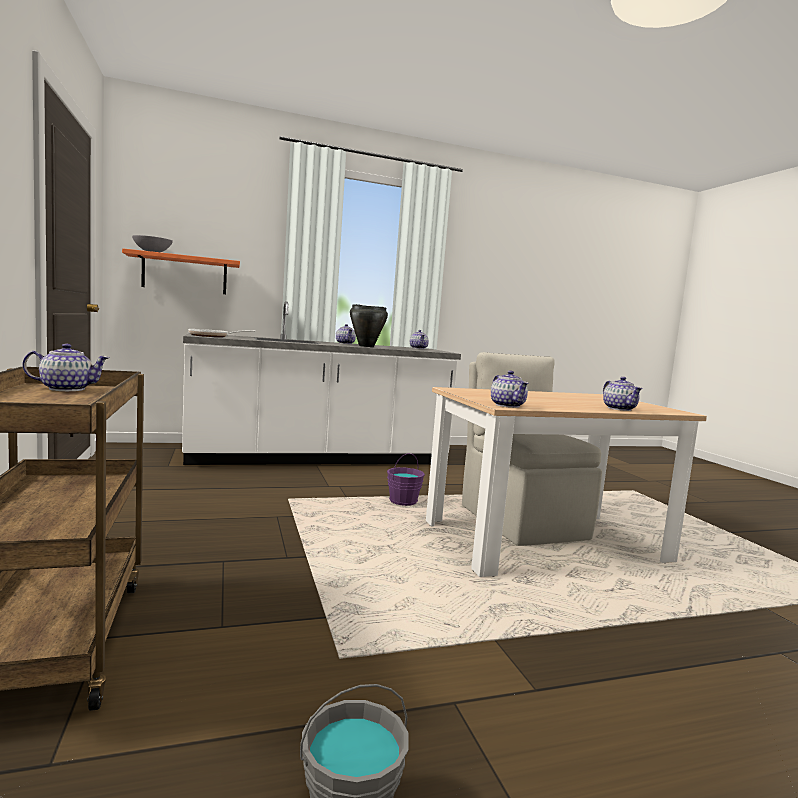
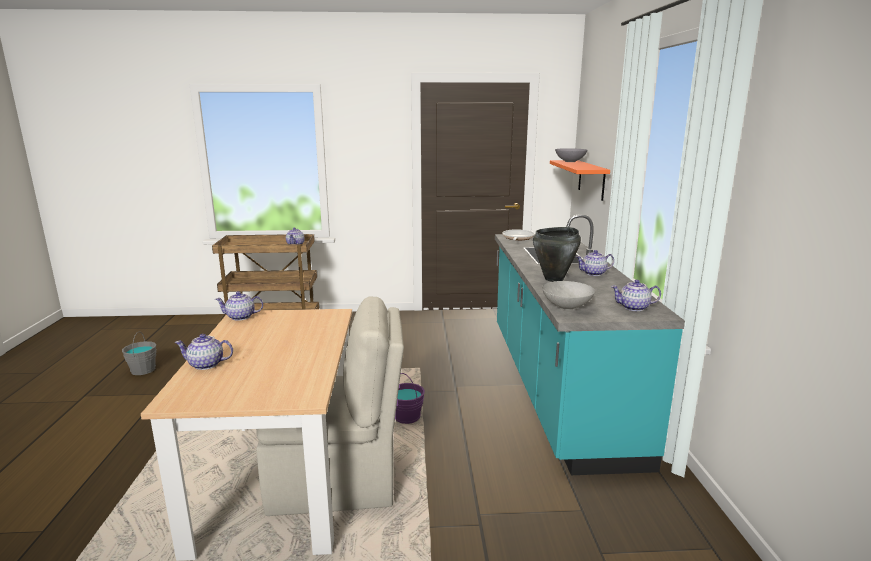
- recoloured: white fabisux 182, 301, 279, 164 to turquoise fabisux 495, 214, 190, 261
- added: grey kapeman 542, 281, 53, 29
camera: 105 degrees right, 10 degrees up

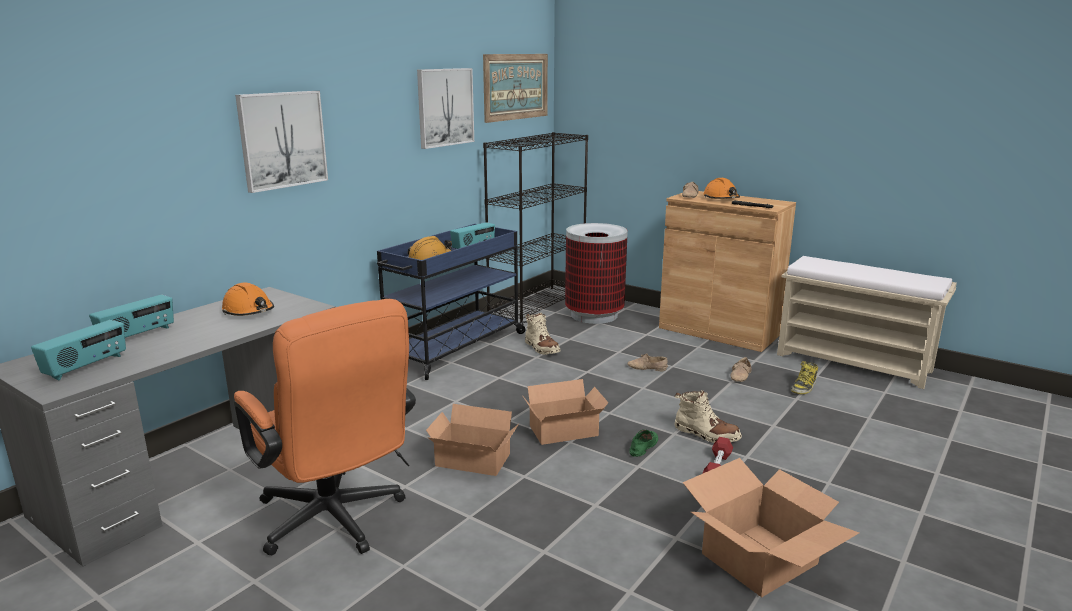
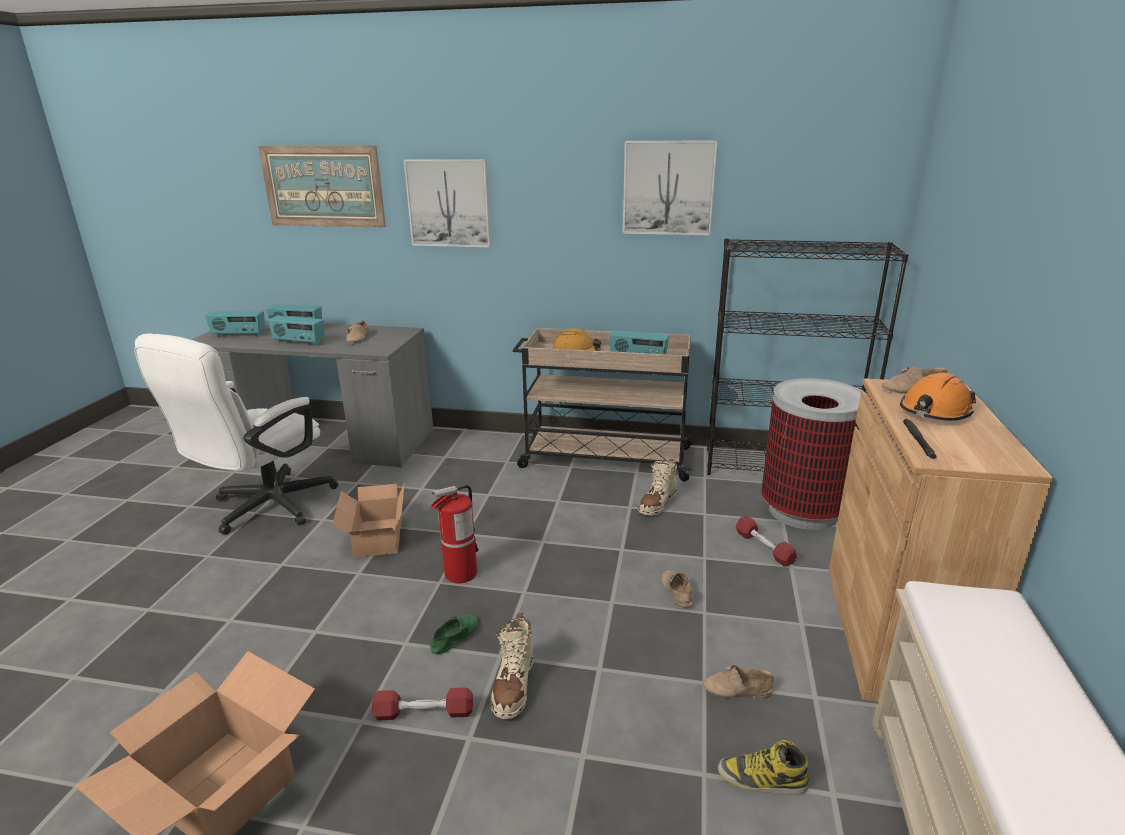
- recoloured: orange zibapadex 234, 299, 182, 256 to white zibapadex 134, 333, 204, 201
- moved: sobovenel 483, 54, 65, 69 to 258, 146, 128, 81
- added: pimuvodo 268, 316, 57, 30
- replaced: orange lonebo 222, 282, 52, 34 to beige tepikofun 346, 320, 25, 23
- turned: green tepikofun 629, 430, 29, 27 = 430, 614, 48, 40 60 degrees counterclockwise
- replaced: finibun 524, 379, 85, 66 to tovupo 431, 485, 48, 98
- recoloured: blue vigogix 377, 224, 150, 156 to beige vigogix 513, 328, 180, 154
- added: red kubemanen 735, 516, 62, 51
camera: 65 degrees right, 5 degrees up

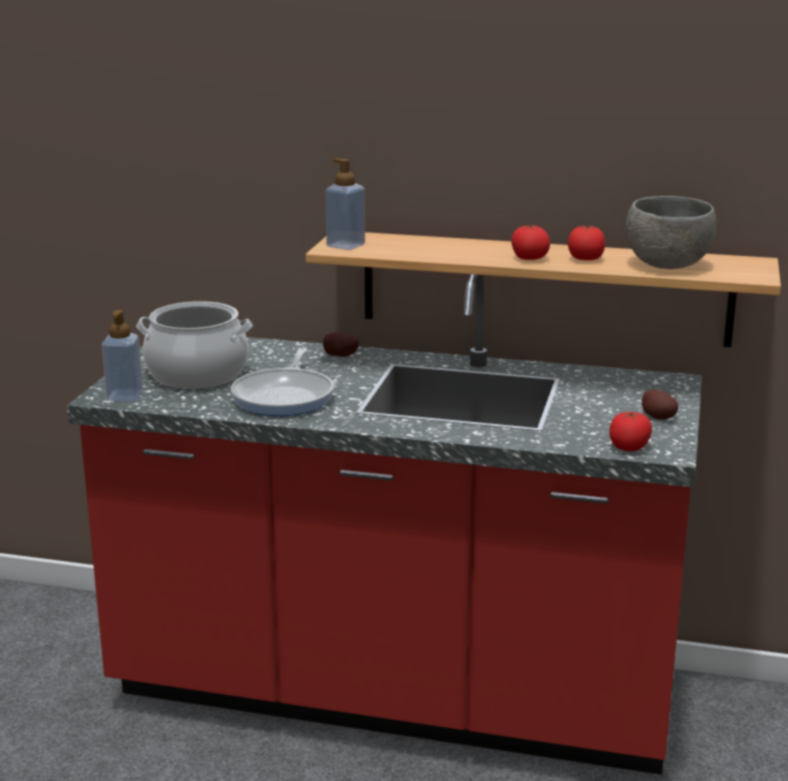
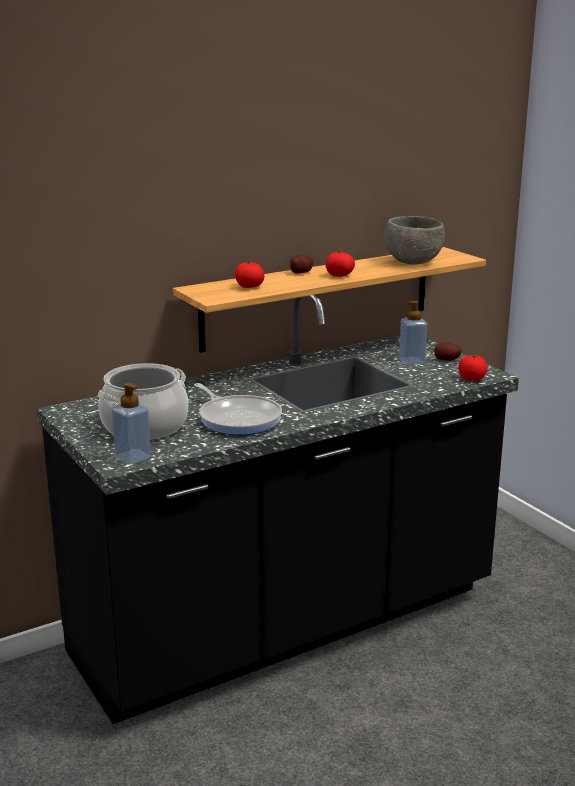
- recoloured: red fabisux 67, 274, 635, 501 to black fabisux 37, 295, 482, 429
- moved: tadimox 568, 225, 37, 35 to 235, 262, 29, 26
- moved: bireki 323, 332, 36, 25 to 290, 254, 23, 20
- moved: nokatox 325, 158, 40, 92 to 399, 301, 28, 64
camera: 45 degrees left, 0 degrees up

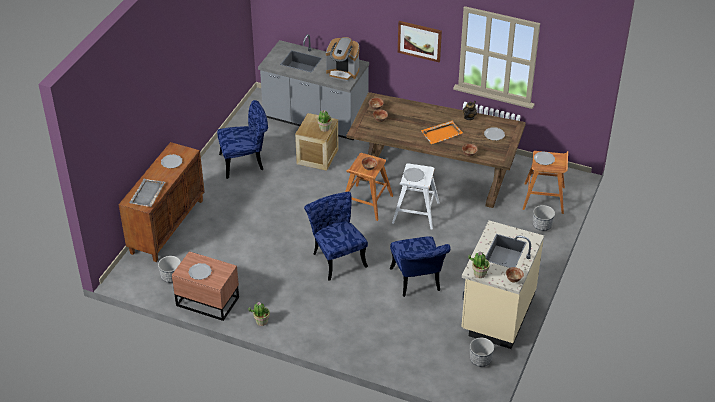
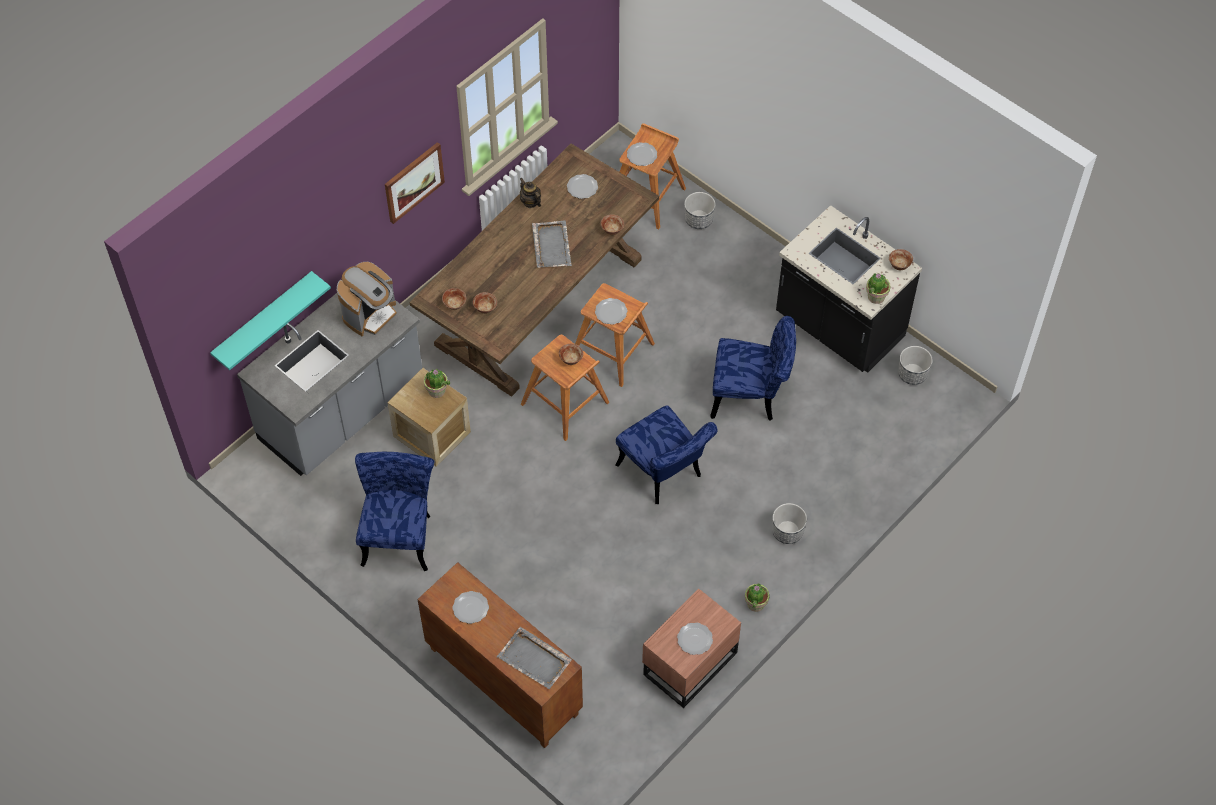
- added: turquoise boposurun 210, 271, 121, 99
- recoloured: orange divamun 421, 121, 42, 23 to grey divamun 532, 220, 40, 48
- recoloured: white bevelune 392, 164, 48, 66 to brown bevelune 575, 283, 80, 104
- turned: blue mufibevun 304, 192, 64, 89 = 615, 405, 103, 99 120 degrees counterclockwise
- moved: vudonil 158, 256, 23, 27 to 772, 503, 35, 41
- recoloured: beige fabisux 461, 220, 83, 129 to black fabisux 776, 205, 146, 168
camera: 70 degrees left, 15 degrees up

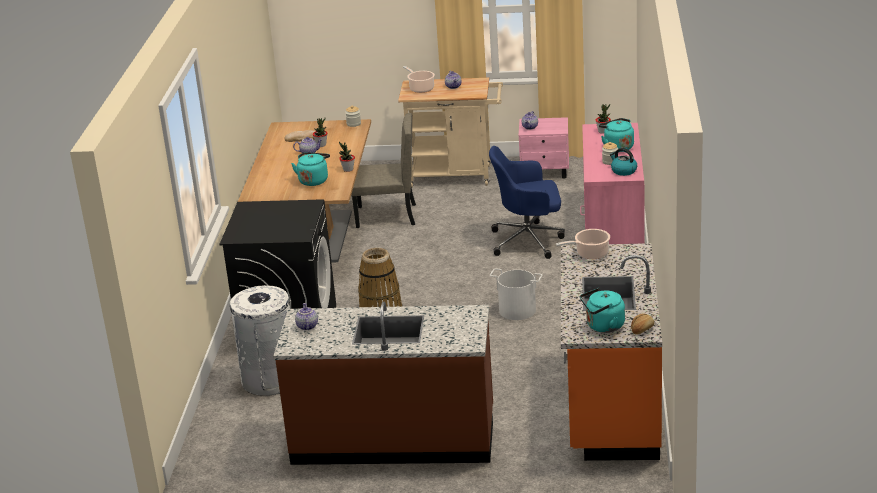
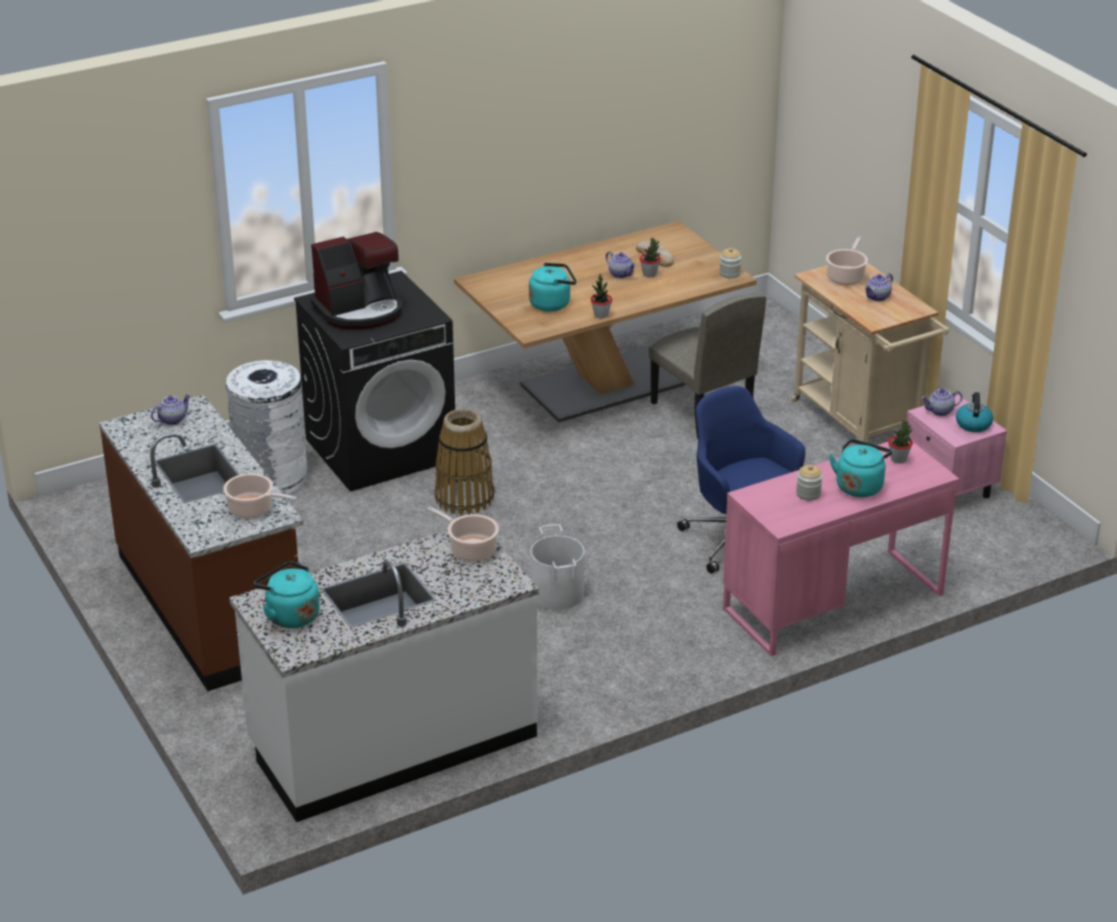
- added: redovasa 223, 473, 74, 46
- recoloured: orange fabisux 561, 243, 101, 218 to white fabisux 229, 530, 310, 292
- added: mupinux 311, 232, 91, 97
- moved: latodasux 610, 148, 27, 28 to 956, 392, 37, 40
- removed: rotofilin 631, 313, 23, 22
camera: 55 degrees right, 5 degrees up

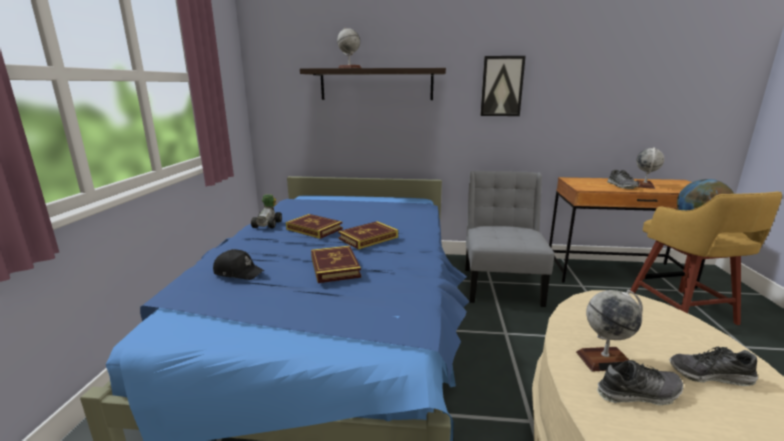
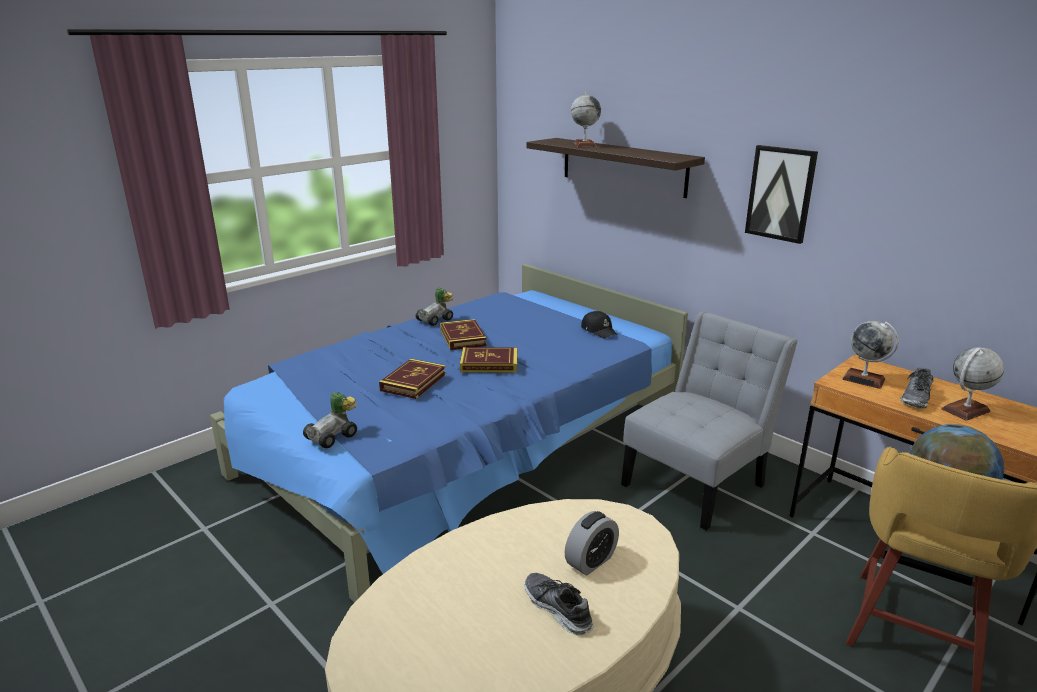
- added: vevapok 303, 392, 55, 56
- added: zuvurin 565, 511, 54, 64
- moved: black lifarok 213, 249, 52, 31 to 581, 311, 36, 27
- moved: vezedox 576, 290, 67, 82 to 842, 321, 57, 68
- removed: tepikofun 597, 360, 86, 45
camera: 40 degrees right, 5 degrees up

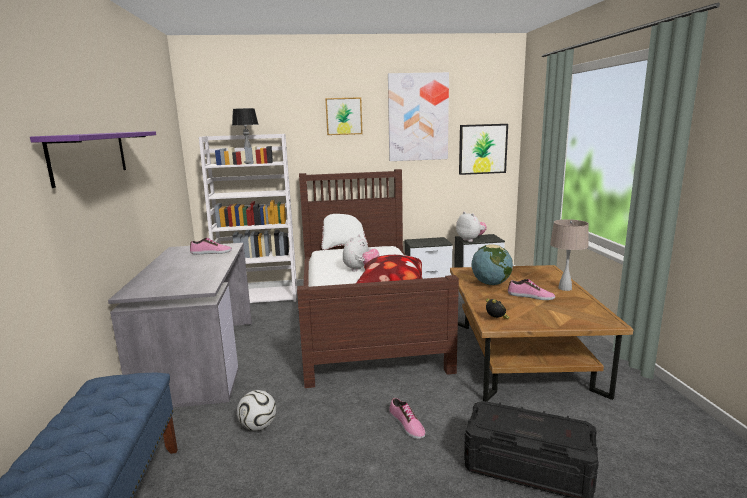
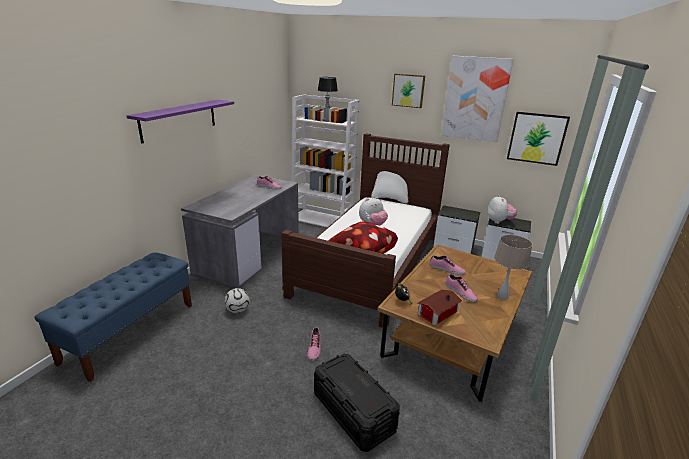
- added: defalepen 418, 289, 44, 36
- replaced: vezedox 472, 244, 41, 41 to tepikofun 430, 255, 36, 20
camera: 30 degrees right, 10 degrees up

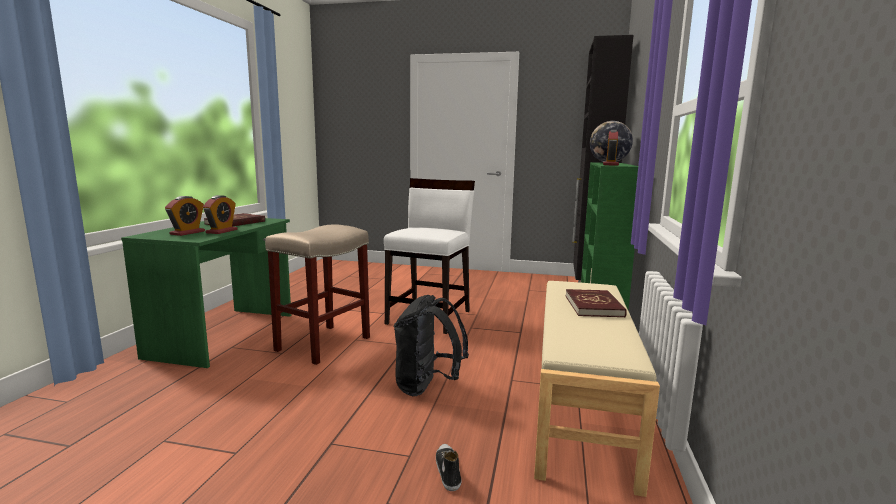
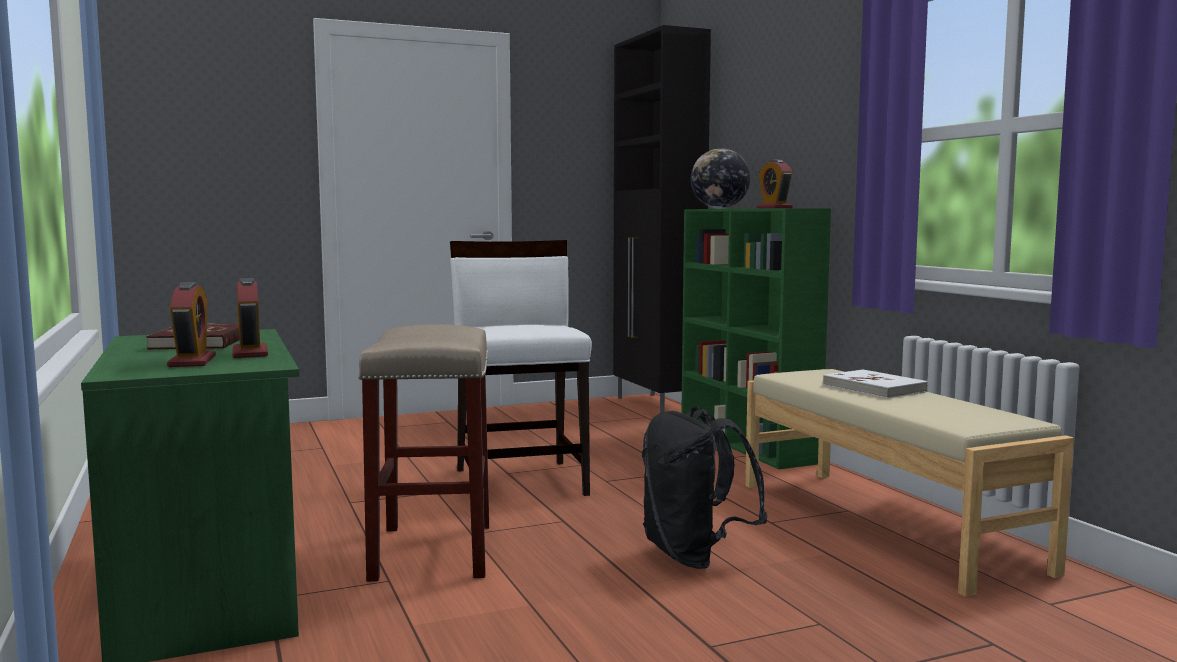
- recoloured: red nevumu 566, 289, 61, 28 to white nevumu 823, 369, 105, 29
- removed: tepikofun 436, 444, 26, 47
camera: 35 degrees left, 5 degrees down

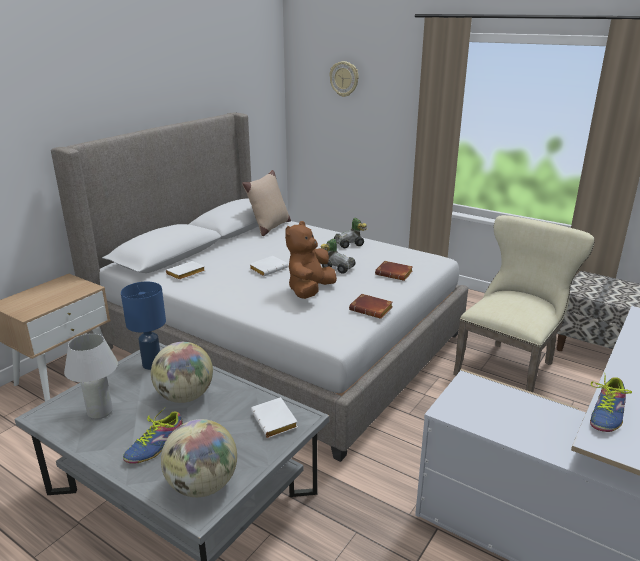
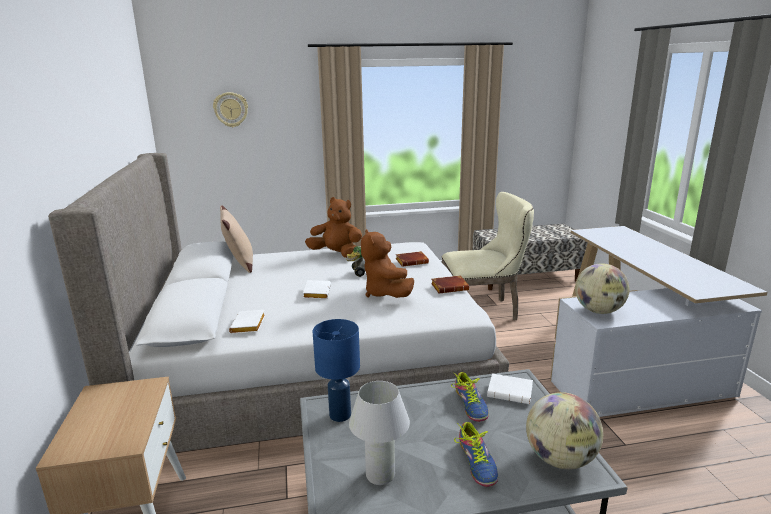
- replaced: vevapok 334, 218, 34, 30 to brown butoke 305, 197, 57, 61
- turned: beige mufibevun 453, 215, 142, 177 = 442, 192, 92, 128 90 degrees clockwise
- moved: tepikofun 590, 372, 42, 60 to 451, 372, 38, 50
- moved: vezedox 151, 342, 62, 61 to 575, 263, 55, 51
camera: 45 degrees left, 5 degrees down

